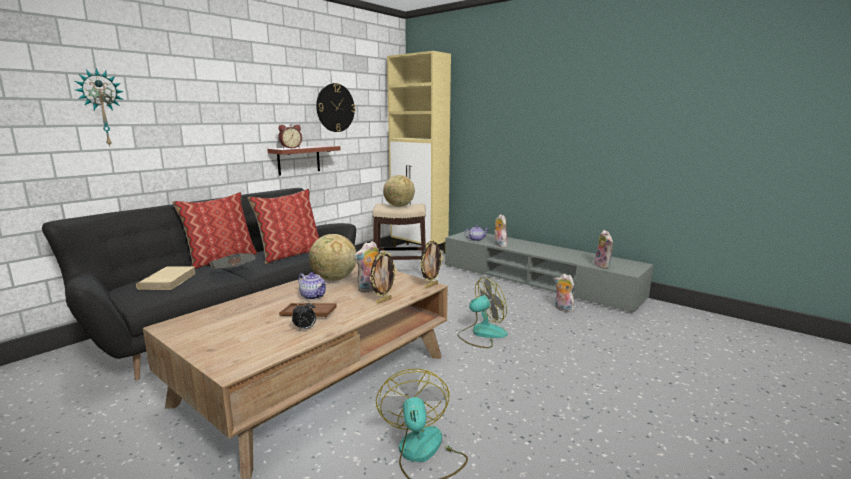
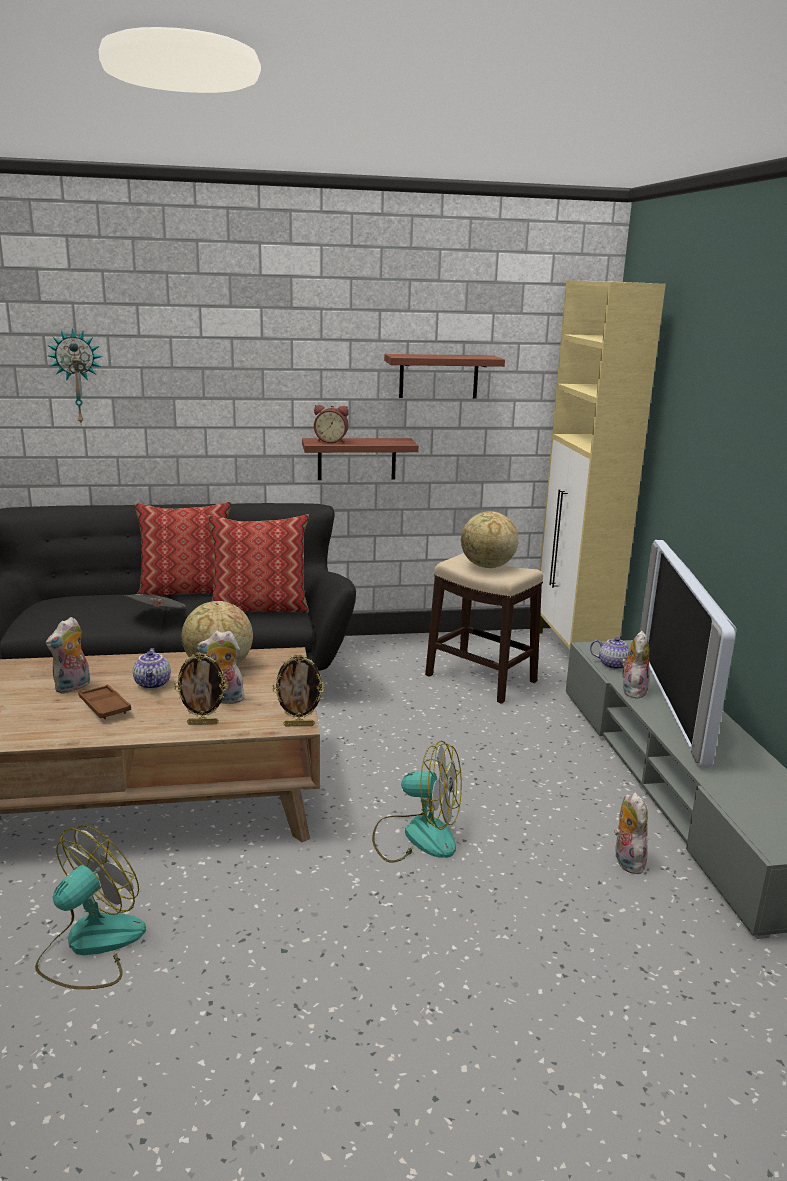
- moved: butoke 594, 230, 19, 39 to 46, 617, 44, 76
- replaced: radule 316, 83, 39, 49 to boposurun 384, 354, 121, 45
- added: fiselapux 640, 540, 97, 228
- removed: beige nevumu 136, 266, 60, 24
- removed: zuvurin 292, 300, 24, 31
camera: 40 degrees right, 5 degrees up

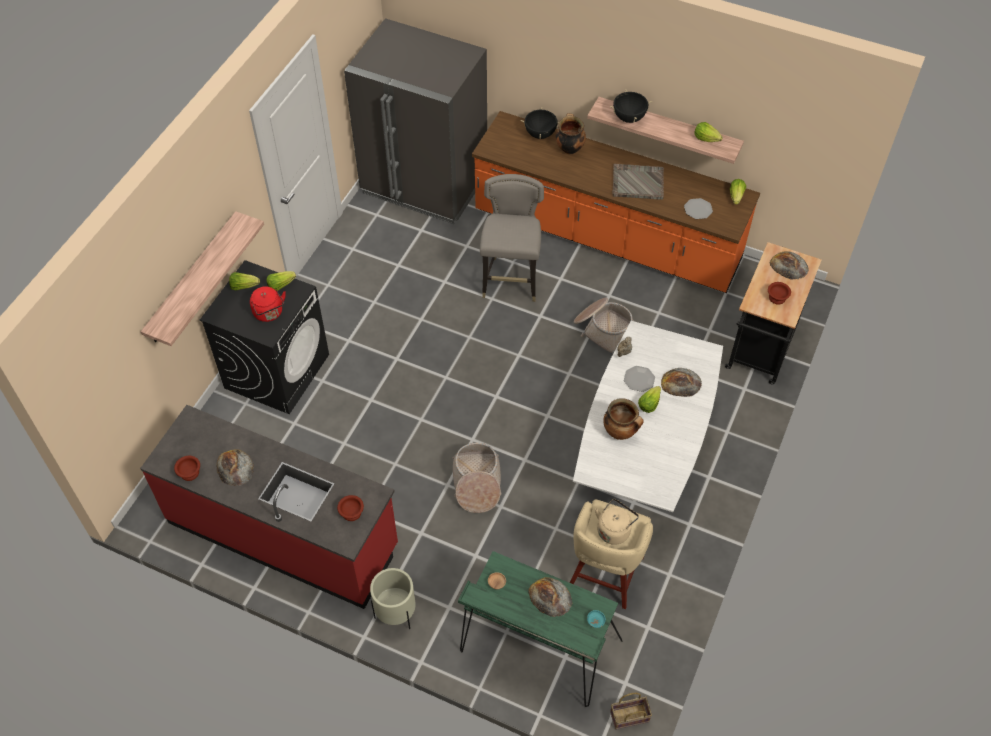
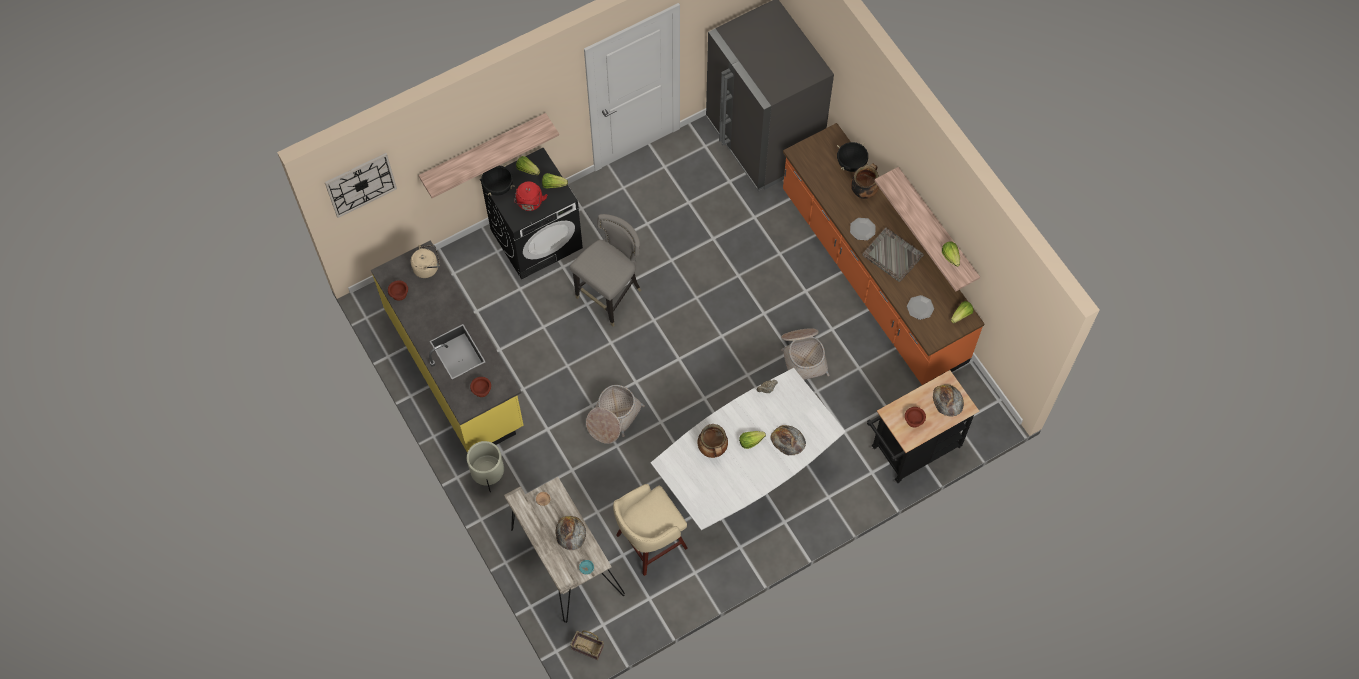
- added: radule 325, 153, 72, 65
- recoloured: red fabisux 140, 405, 258, 204 to yellow fabisux 371, 240, 153, 213
- moved: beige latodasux 595, 499, 44, 46 to 410, 244, 30, 34
- moved: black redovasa 610, 89, 42, 34 to 481, 164, 34, 32
- recoloured: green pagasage 458, 551, 165, 156 to beige pagasage 504, 477, 121, 146
- moved: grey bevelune 480, 174, 64, 128 to 569, 214, 72, 113
- moved: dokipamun 624, 366, 31, 26 to 850, 218, 26, 22
- removed: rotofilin 217, 449, 37, 37
camera: 35 degrees right, 10 degrees up

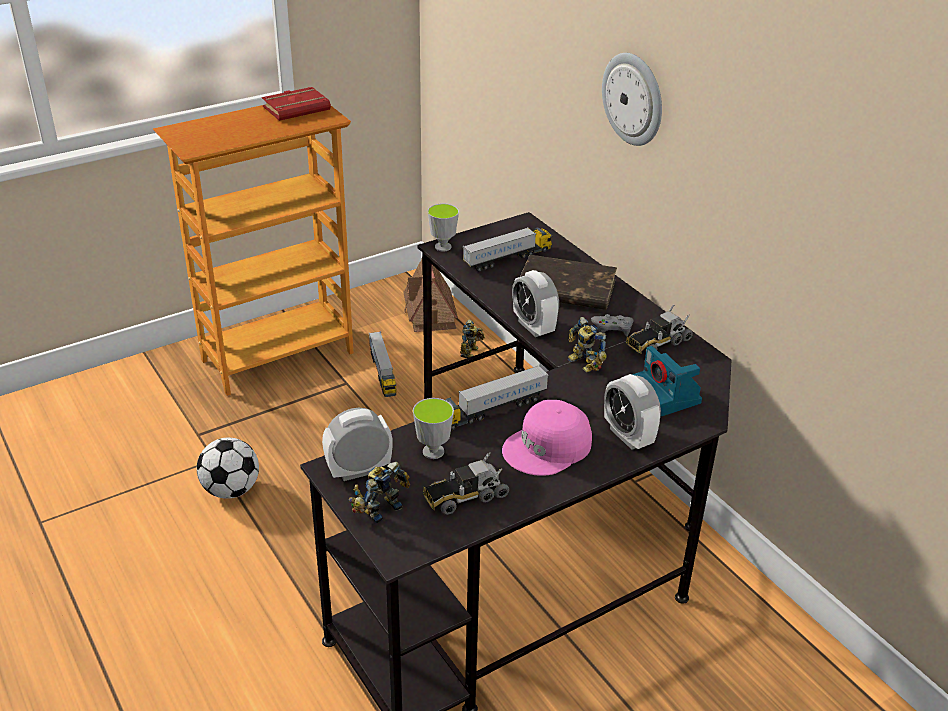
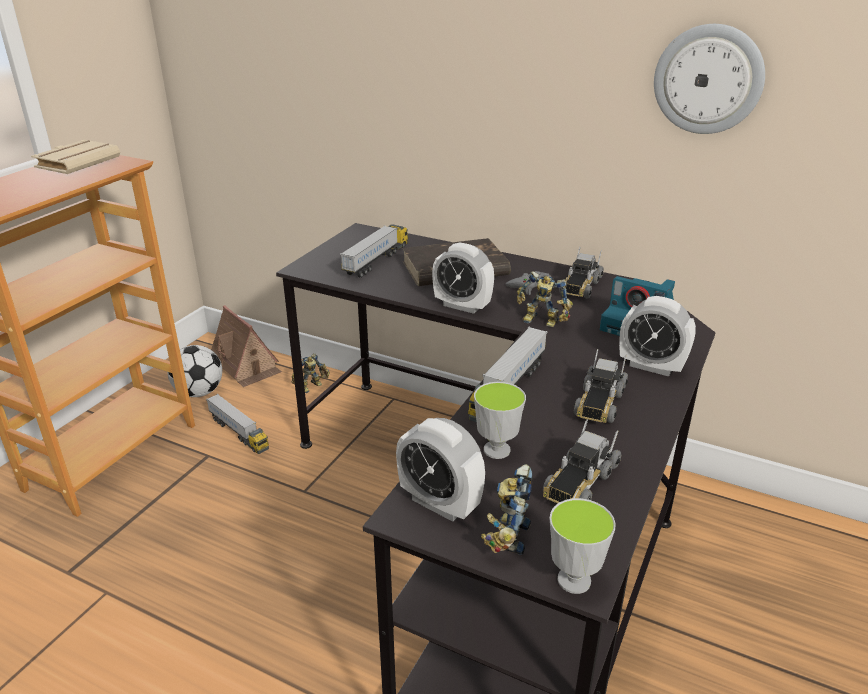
- recoloured: red nevumu 262, 87, 69, 34 to beige nevumu 31, 140, 89, 34
- moved: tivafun 197, 438, 62, 61 to 168, 345, 54, 52
- turned: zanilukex 460, 319, 25, 39 = 291, 353, 39, 40 60 degrees clockwise
- turned: zuvurin 322, 408, 71, 73 = 396, 418, 89, 104 90 degrees counterclockwise
- moved: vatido 428, 204, 31, 47 to 549, 498, 67, 96
- replaced: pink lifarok 502, 400, 90, 76 to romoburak 574, 349, 54, 74
- moved: radule 602, 53, 60, 93 to 654, 24, 111, 110
camera: 30 degrees left, 5 degrees down

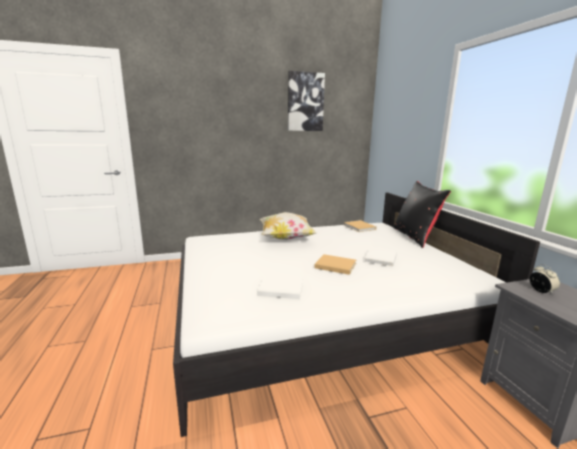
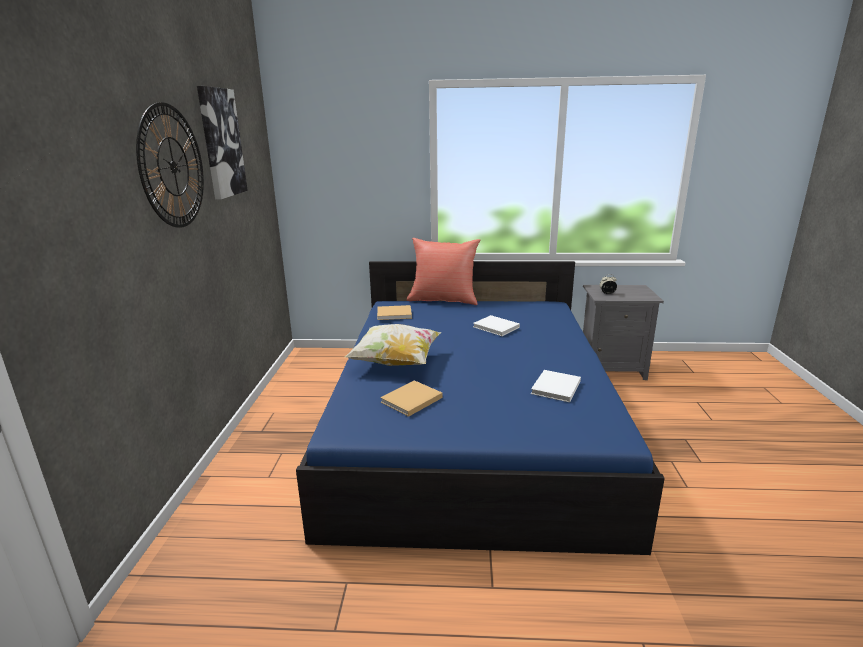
- added: radule 136, 102, 68, 126
- recoloured: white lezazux 173, 192, 367, 245 to blue lezazux 296, 261, 369, 294
- moved: beige nevumu 314, 254, 42, 21 to 380, 380, 63, 37
- recoloured: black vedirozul 393, 181, 58, 67 to red vedirozul 407, 238, 73, 67
camera: 70 degrees left, 5 degrees up

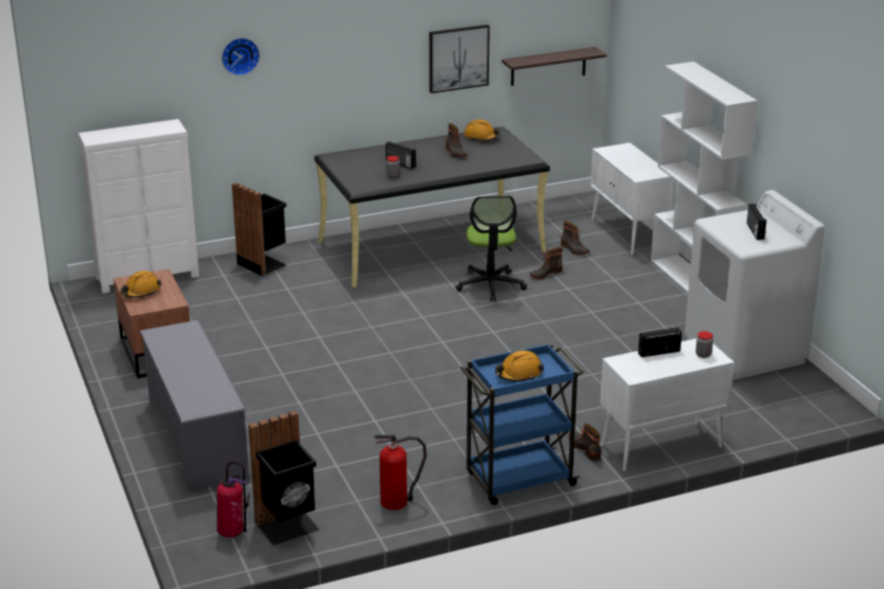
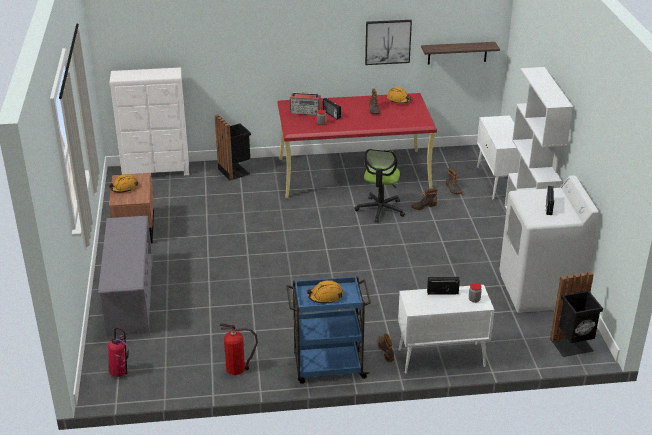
- recoloured: black pagasage 314, 127, 236, 160 to red pagasage 278, 93, 159, 105
- added: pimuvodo 290, 92, 31, 23
- moved: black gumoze 248, 411, 71, 134 to 550, 272, 53, 85
- removed: radule 222, 38, 38, 38
camera: 15 degrees right, 5 degrees up

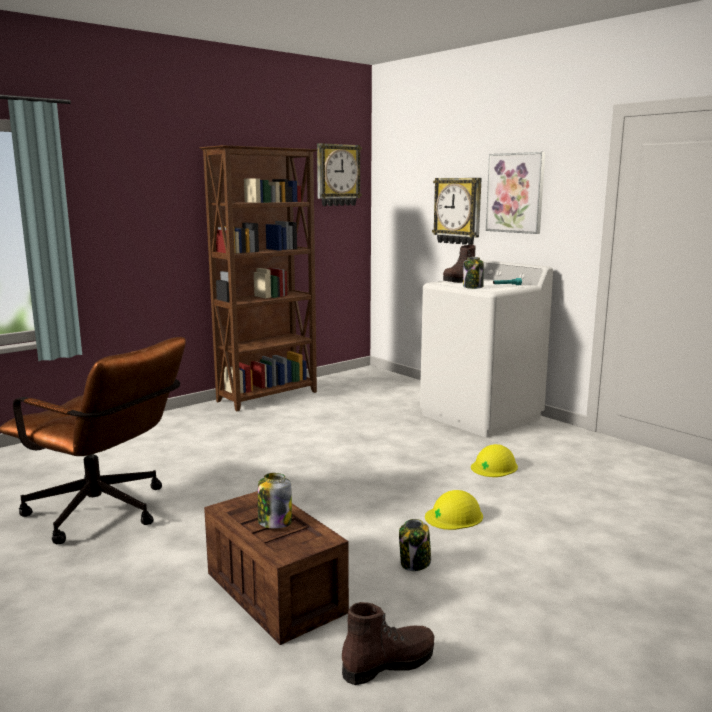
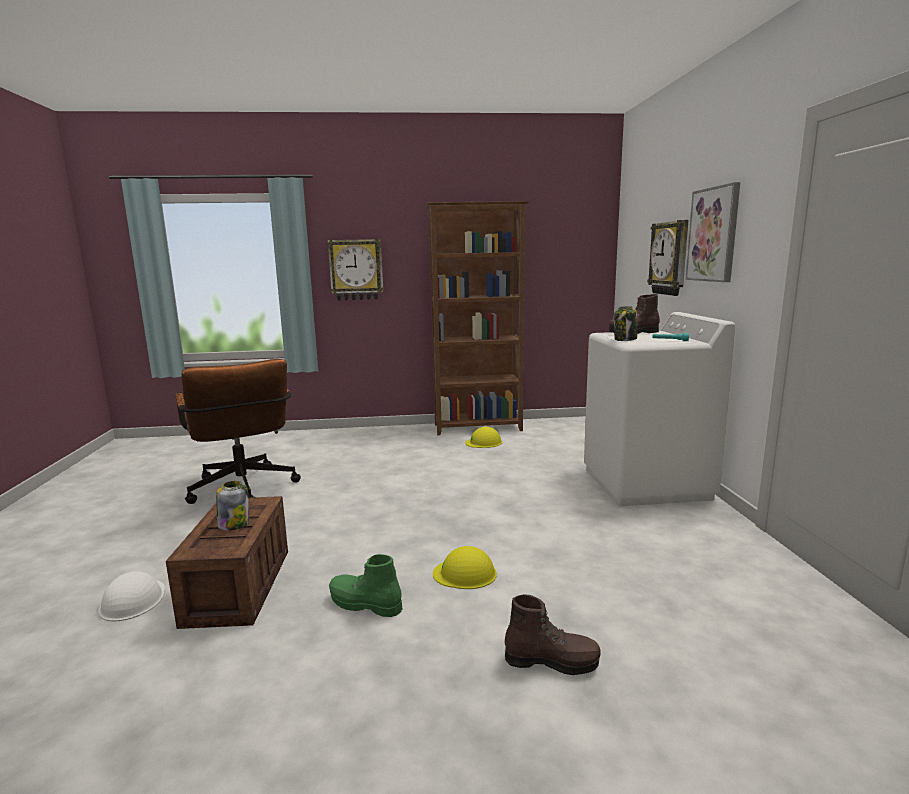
- added: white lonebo 99, 571, 66, 50
- moved: radule 317, 143, 45, 63 to 327, 239, 56, 62
- replaced: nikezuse 399, 519, 32, 52 to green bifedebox 329, 554, 73, 63
- moved: yellow lonebo 471, 444, 47, 33 to 465, 427, 38, 21
- moved: brown bifedebox 342, 602, 92, 83 to 505, 594, 96, 81
camera: 35 degrees right, 0 degrees up

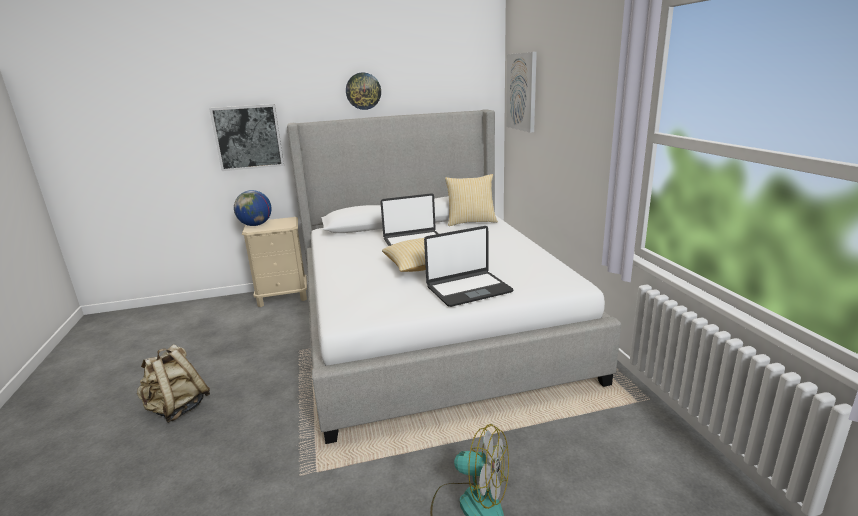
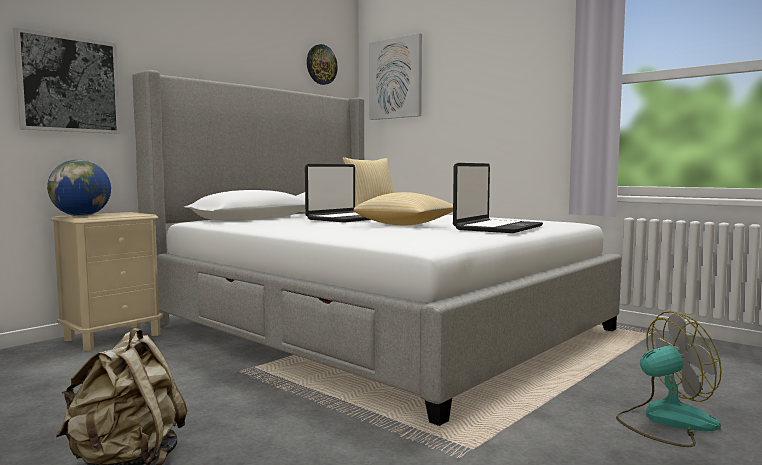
- moved: radule 346, 72, 35, 38 to 307, 44, 31, 41
camera: 35 degrees left, 15 degrees down

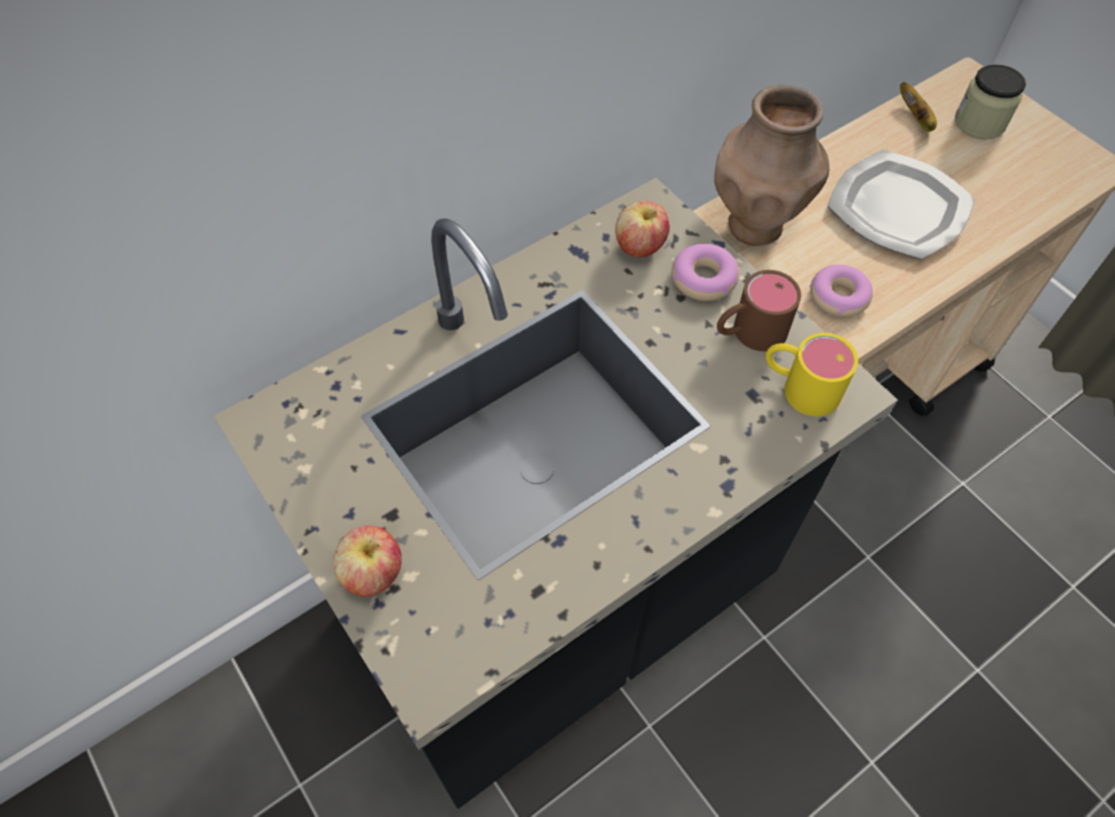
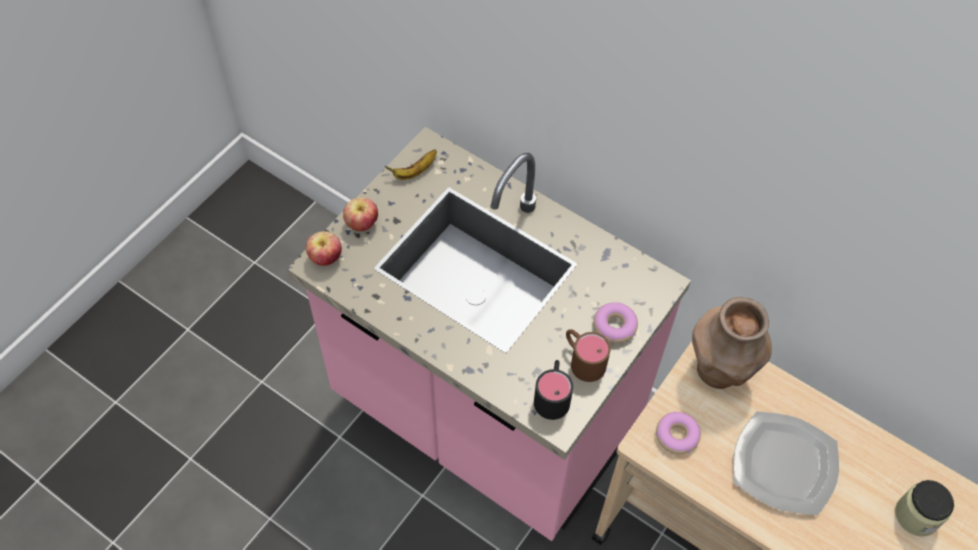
- recoloured: black fabisux 214, 178, 683, 631 to pink fabisux 287, 127, 404, 414
- moved: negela 615, 201, 55, 56 to 306, 231, 36, 35
- moved: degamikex 900, 82, 37, 50 to 385, 149, 52, 31
- recoloured: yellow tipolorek 766, 333, 92, 83 to black tipolorek 534, 360, 39, 60
camera: 70 degrees right, 0 degrees up

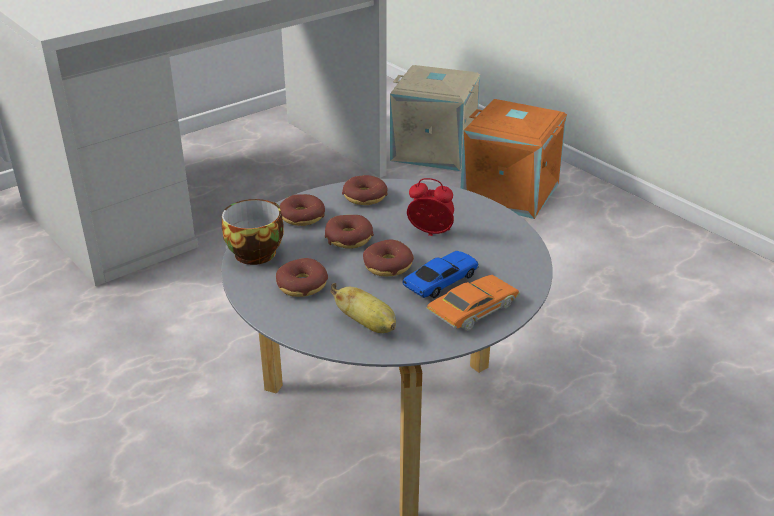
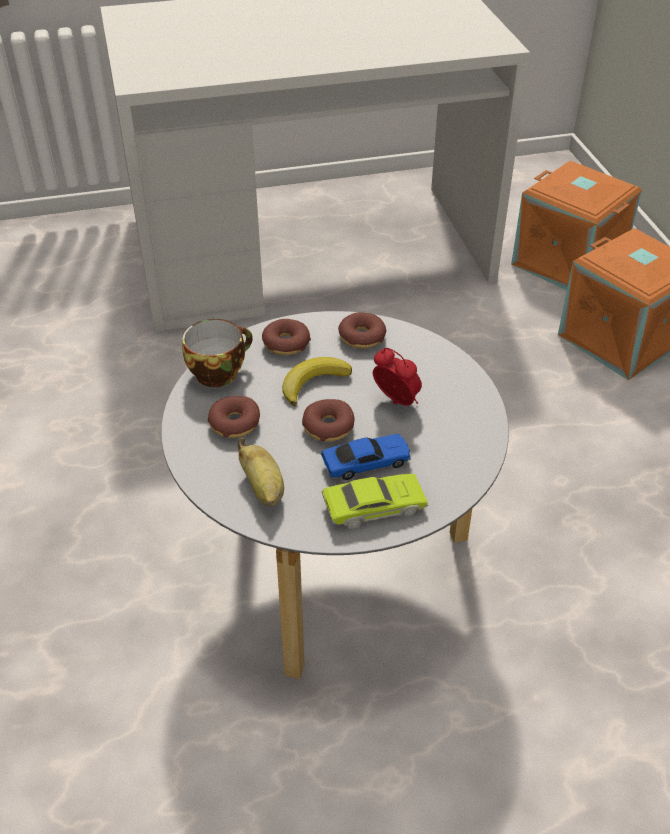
- replaced: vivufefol 325, 215, 49, 34 to degamikex 283, 357, 69, 49
- recoloured: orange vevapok 426, 275, 94, 56 to green vevapok 322, 474, 106, 55
- recoloured: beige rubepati 390, 65, 90, 106 to orange rubepati 511, 160, 131, 130
camera: 25 degrees right, 10 degrees up

